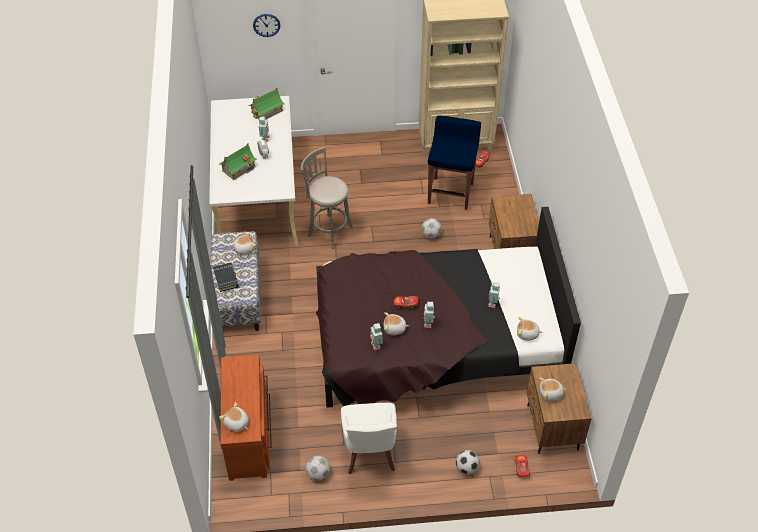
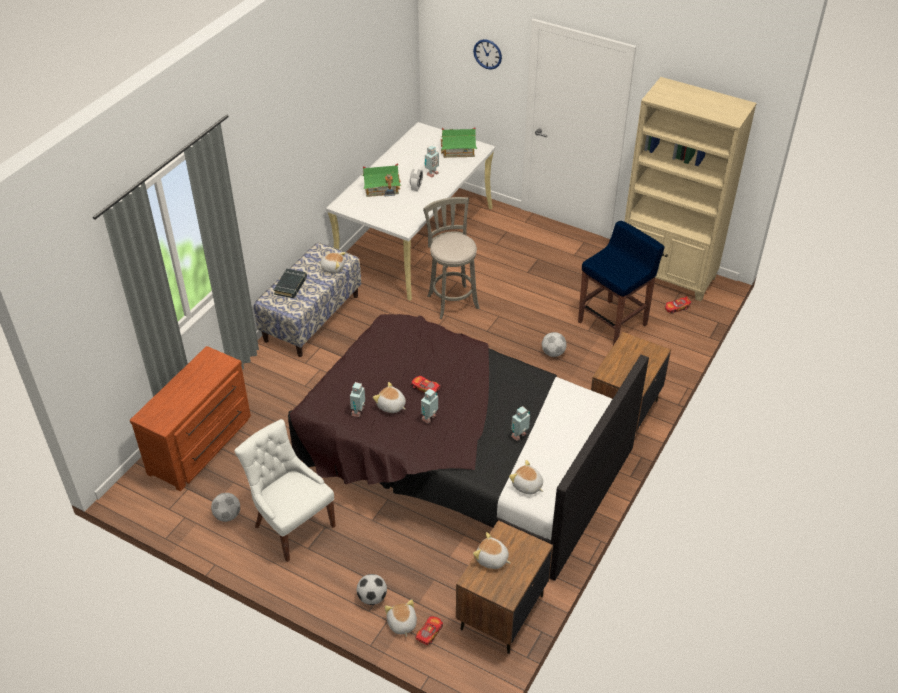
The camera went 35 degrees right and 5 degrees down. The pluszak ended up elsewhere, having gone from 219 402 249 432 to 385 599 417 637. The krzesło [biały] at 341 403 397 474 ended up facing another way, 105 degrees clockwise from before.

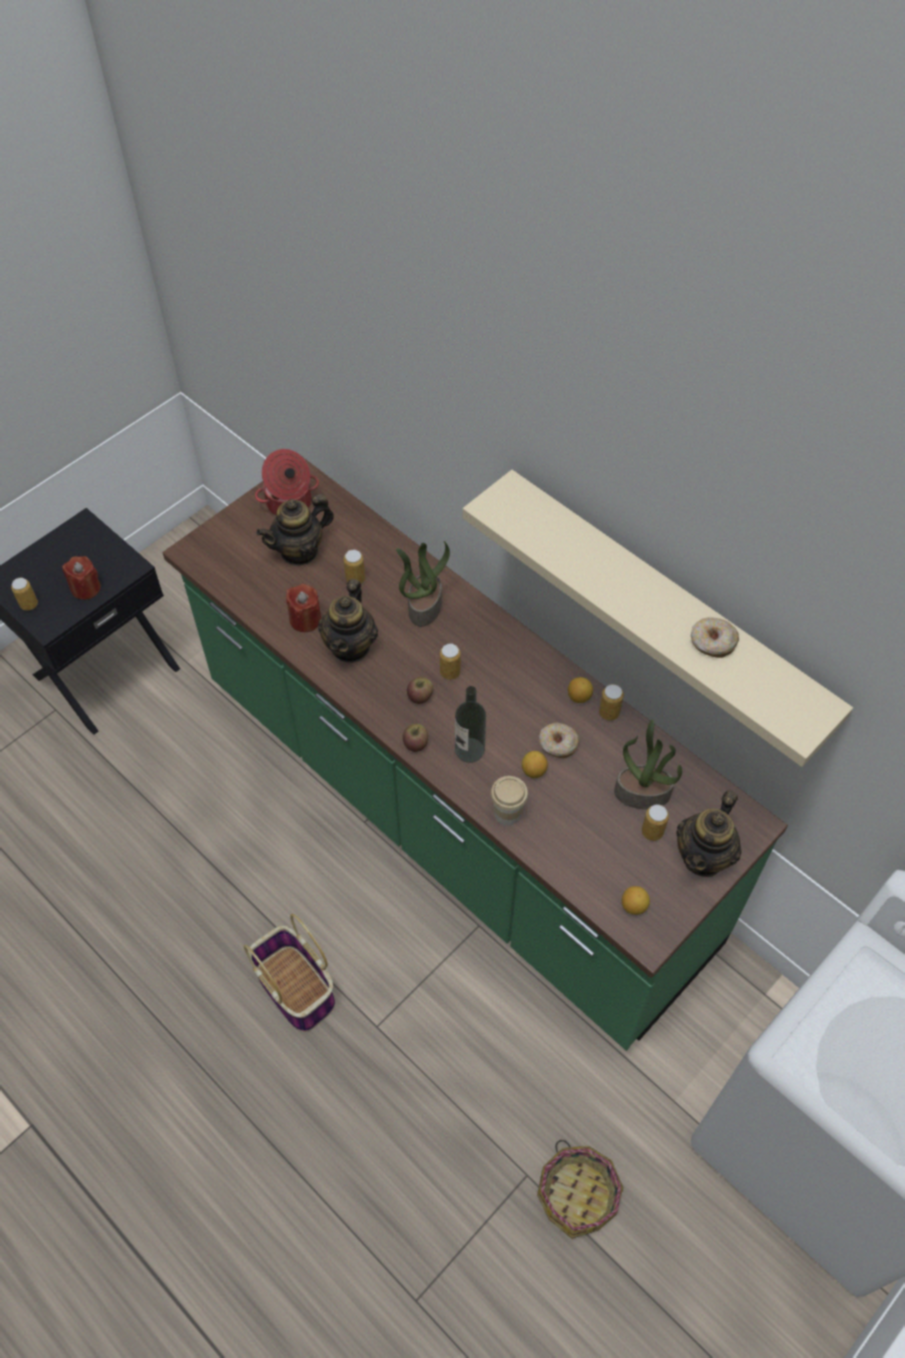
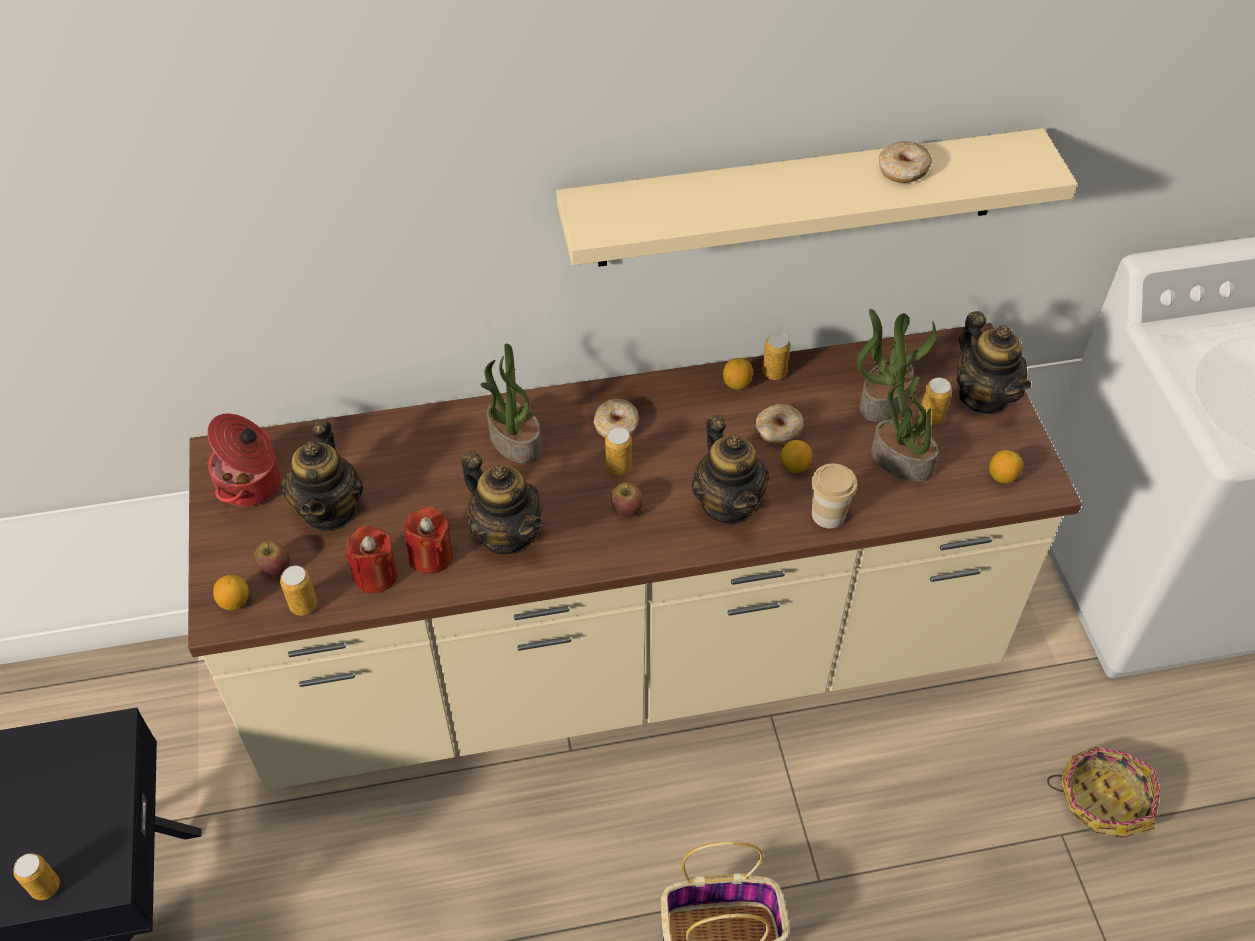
The camera went 55 degrees left and 5 degrees down. The second view gained the cytryna at 213 575 249 610. The second view gained the donut at 594 399 639 438. The second view gained the roślina doniczkowa at 871 363 939 482. The świeca [czerwony] ended up elsewhere, having gone from 62 556 101 600 to 346 526 398 593. The puszka ended up elsewhere, having gone from 344 550 365 584 to 280 566 317 616. The jabłko ended up elsewhere, having gone from 403 724 428 752 to 254 540 290 576. Where the butelka stood at 455 686 486 763, the imbryk came to stand at 692 415 770 525. What was the zabudowa kuchenna [zielony] at 163 458 788 1051 turned into the zabudowa kuchenna [beżowy] at 188 323 1082 790.

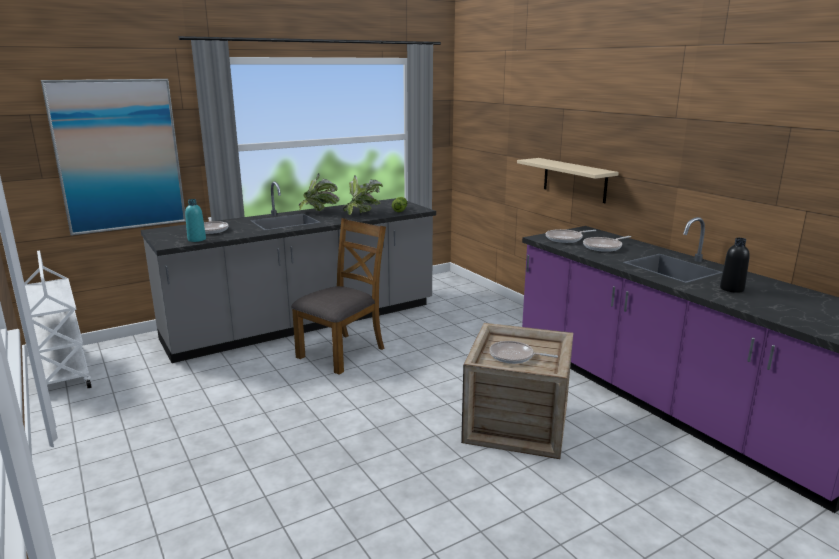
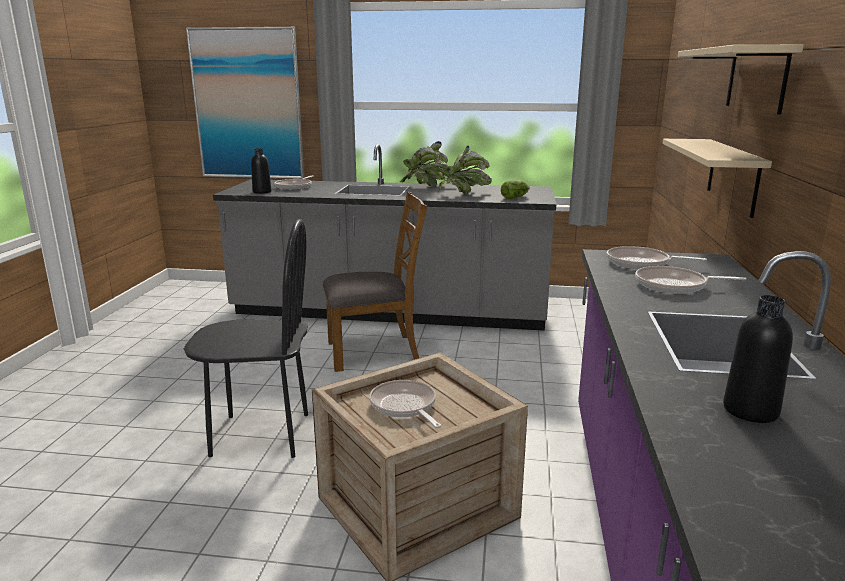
The camera went 40 degrees right and 0 degrees up. The second view lost the wózek [biały] at 24 250 92 388. The second view gained the krzesło [czarny] at 184 219 308 458. The second view gained the półka [beżowy] at 678 44 804 115. What was the butelka [turkusowy] at 185 199 206 242 turned into the butelka [czarny] at 251 148 271 194.

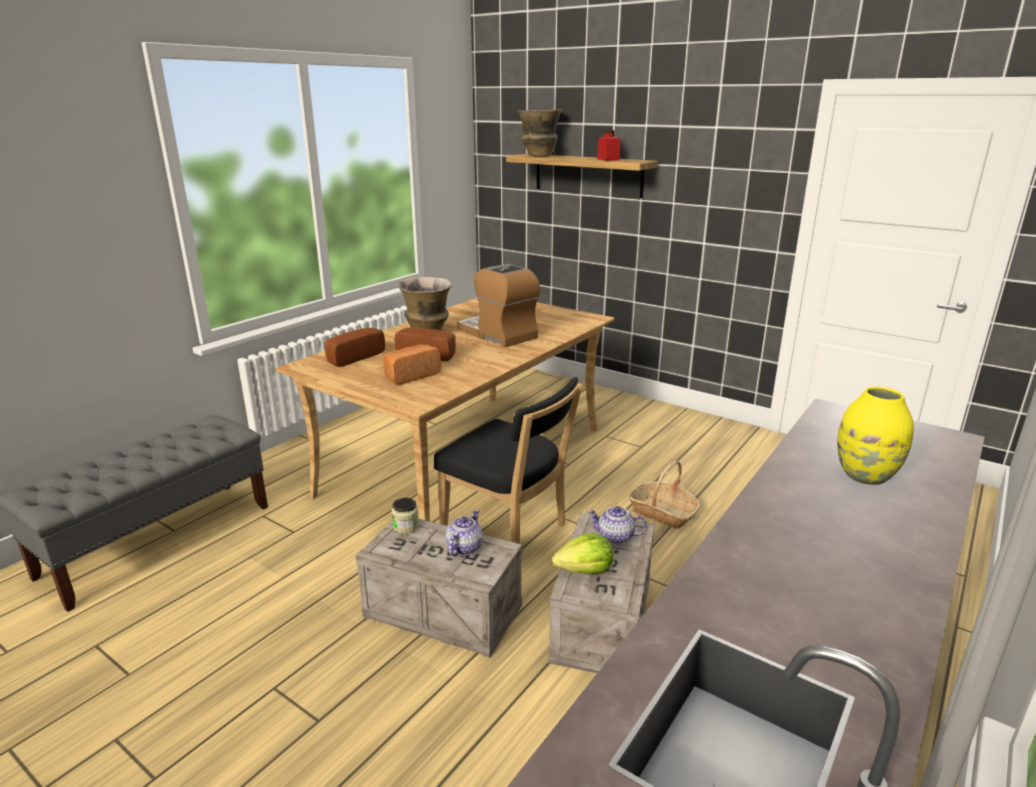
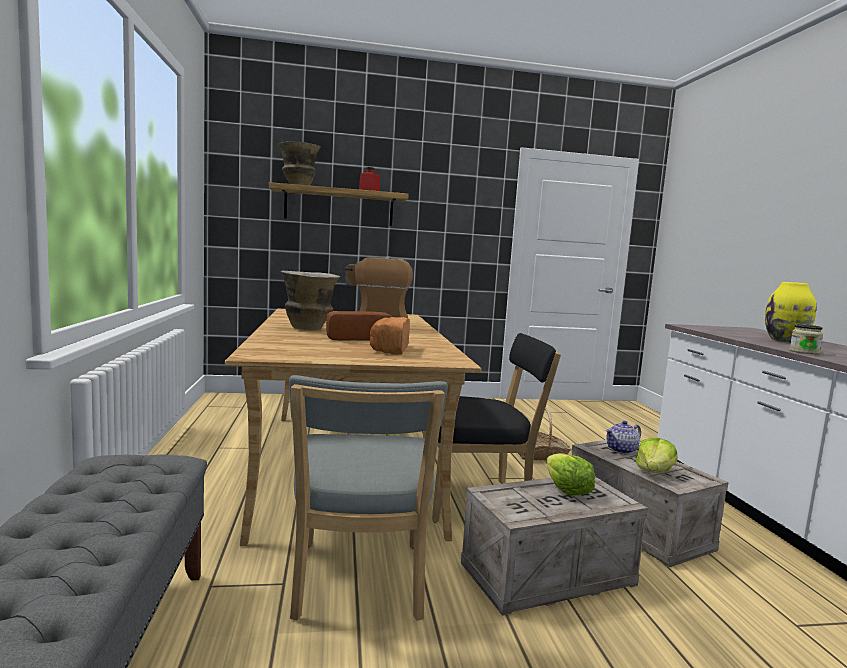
The camera went 45 degrees left and 15 degrees down. The second view lost the chleb at 324 328 385 367. The second view gained the krzesło [szary] at 289 375 448 621. The słoik ended up elsewhere, having gone from 392 498 419 534 to 789 324 823 354. Where the imbryk stood at 446 509 483 556, the sałata came to stand at 546 453 595 495.

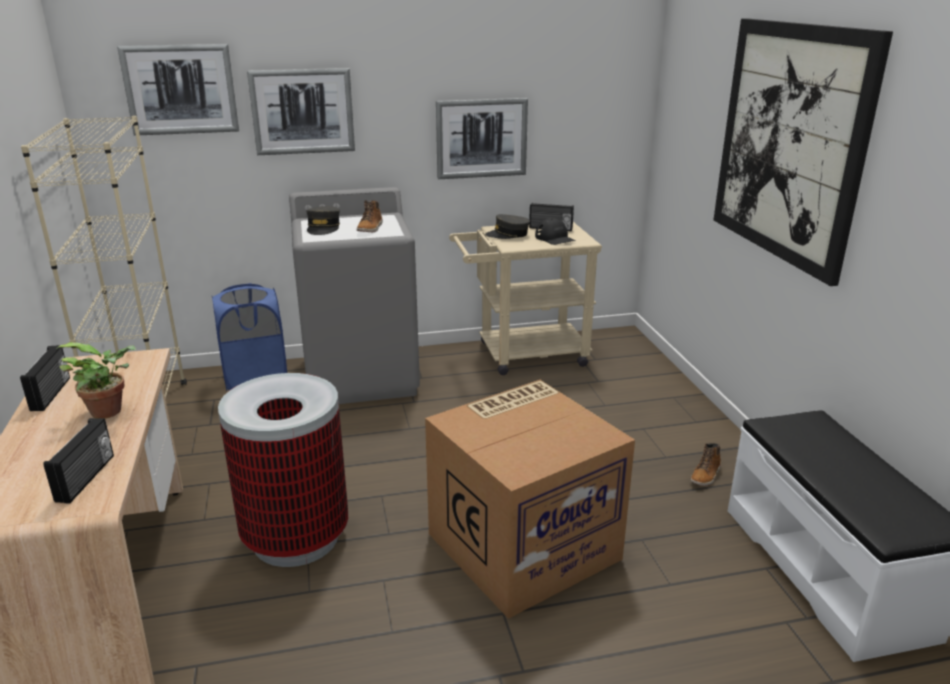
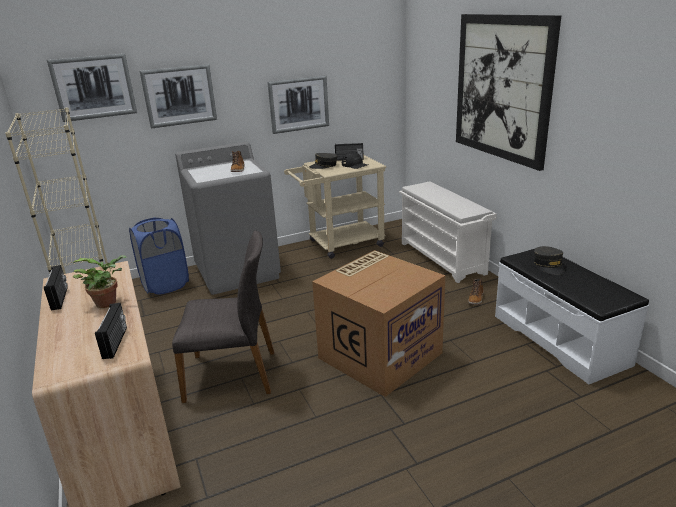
The camera went 10 degrees left and 0 degrees up. The second view gained the regał na buty [biały] at 399 182 497 283. The czapka z daszkiem [szary] ended up elsewhere, having gone from 307 206 340 235 to 534 246 565 275. Where the kosz na śmieci stood at 218 373 348 567, the krzesło [szary] came to stand at 172 230 274 403.

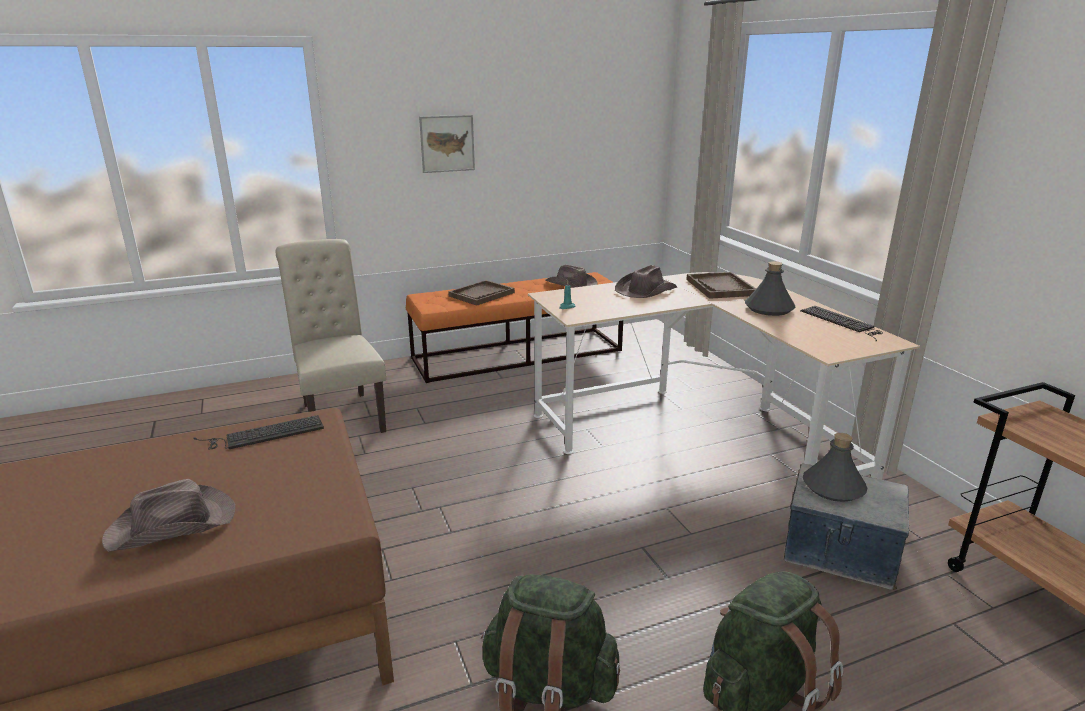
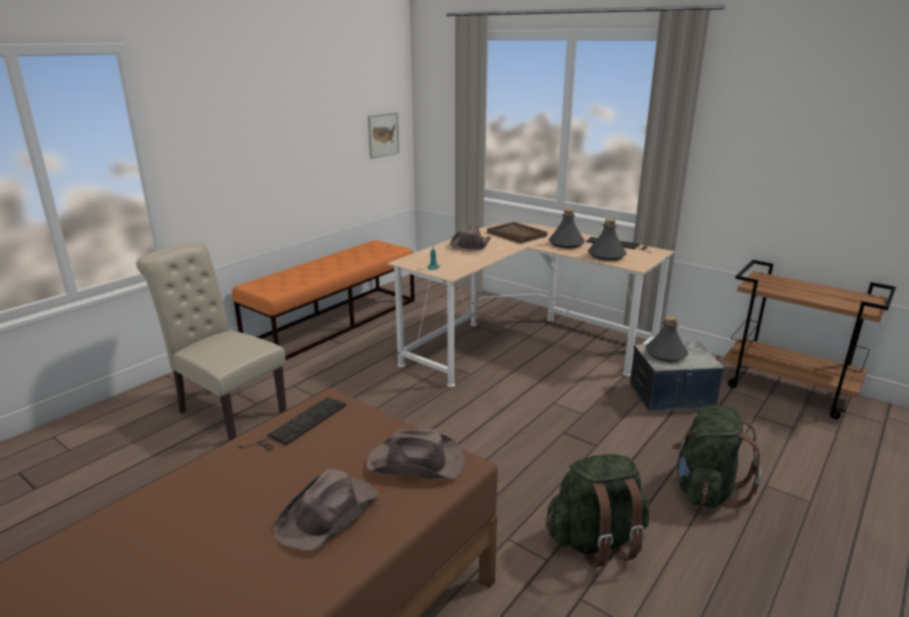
The camera went 30 degrees left and 0 degrees up. The second view lost the taca [brązowy] at 448 280 515 306. The second view gained the butelka [szary] at 588 219 627 261. The obraz ended up elsewhere, having gone from 419 115 475 173 to 368 112 399 159. The kapelusz [brązowy] ended up elsewhere, having gone from 545 265 598 288 to 366 429 466 479.

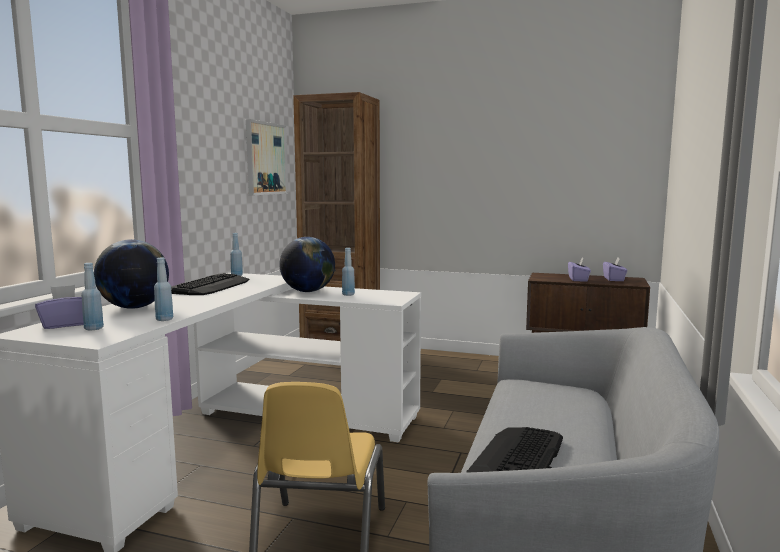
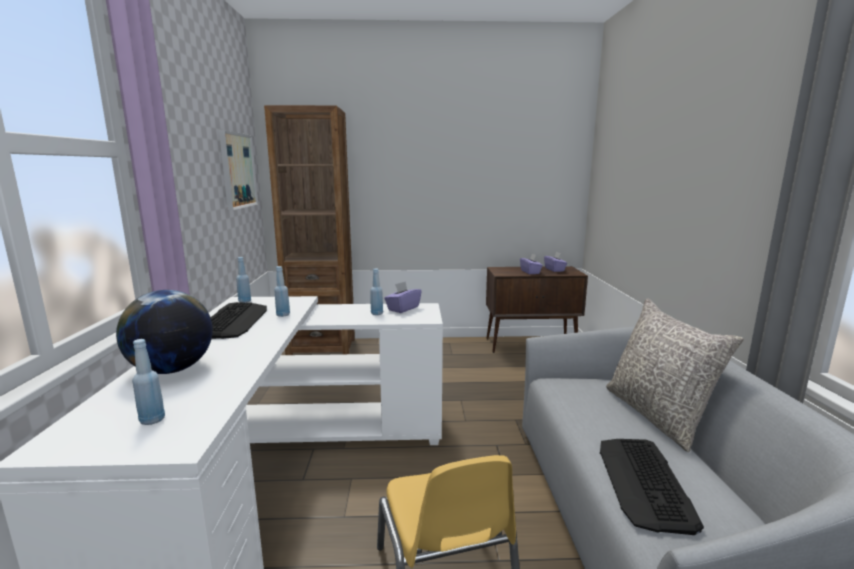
The camera went 20 degrees left and 5 degrees up. The second view lost the globus at 279 237 335 292. The second view gained the poduszka [szary] at 606 298 744 452. The pudełko chusteczek [fioletowy] ended up elsewhere, having gone from 35 285 84 329 to 384 281 422 313. The butelka [niebieski] ended up elsewhere, having gone from 154 258 173 321 to 274 266 290 317.

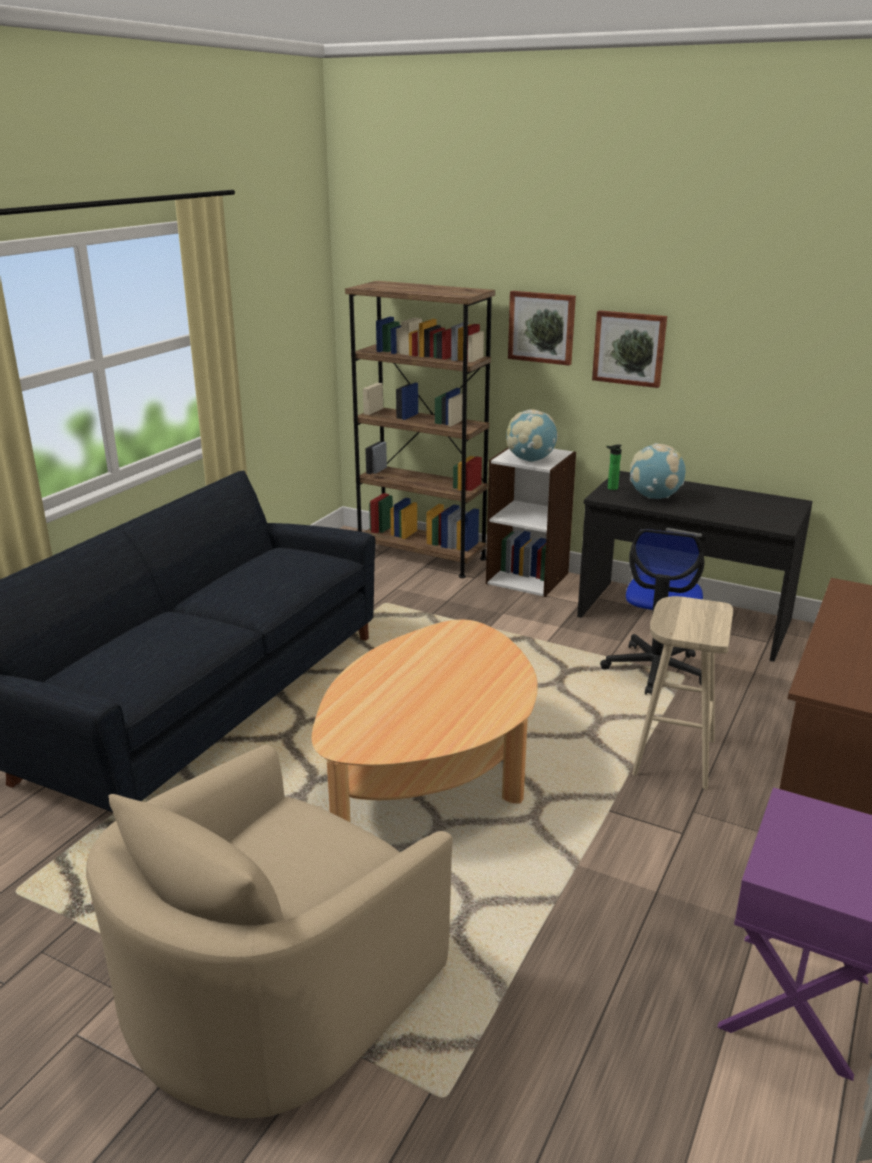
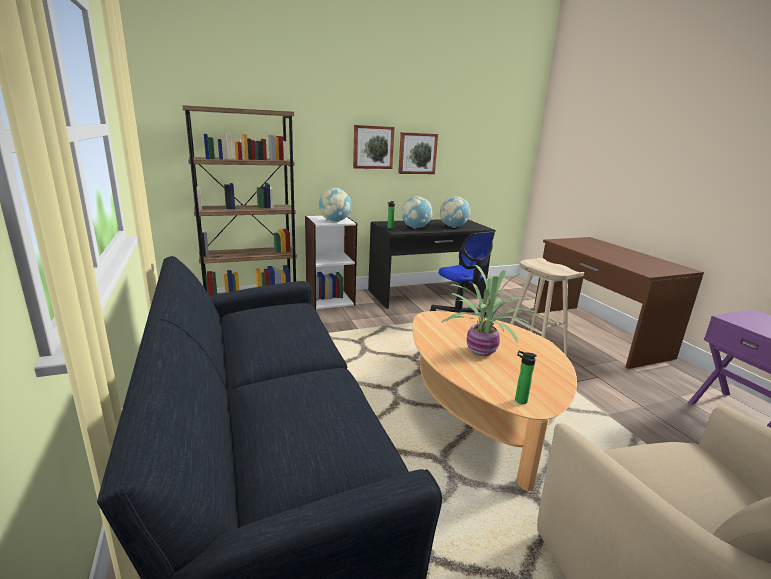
The camera went 50 degrees left and 5 degrees down. The second view gained the globus at 440 196 471 228. The second view gained the roślina doniczkowa at 441 264 533 356. The second view gained the butelka at 515 351 537 404. The obraz ended up elsewhere, having gone from 508 291 576 366 to 398 132 438 174.

